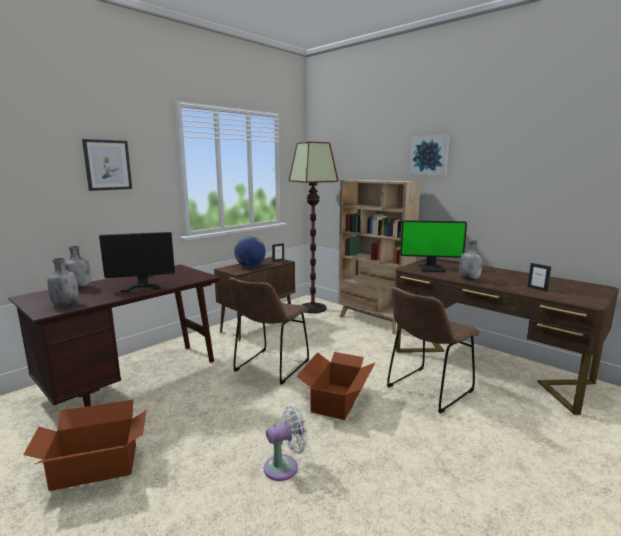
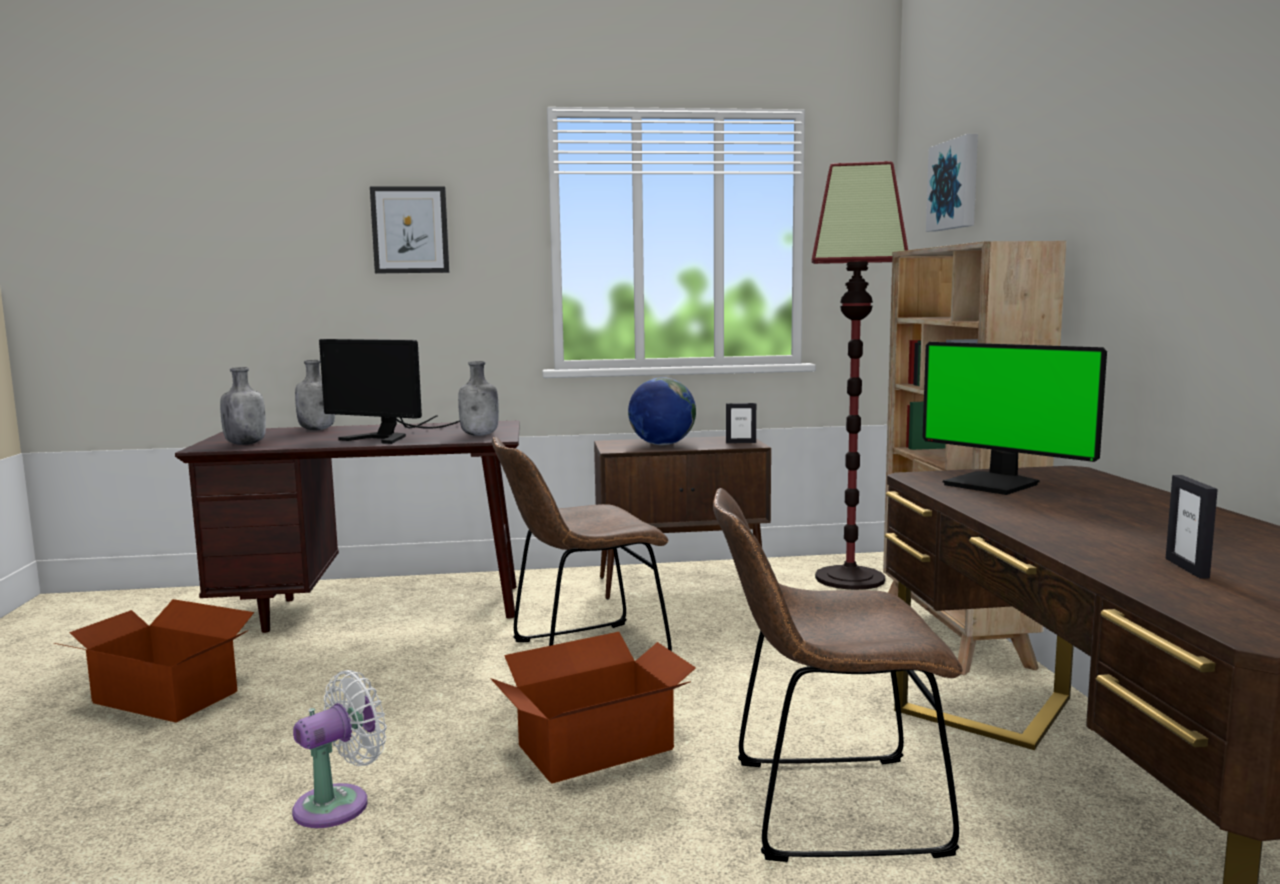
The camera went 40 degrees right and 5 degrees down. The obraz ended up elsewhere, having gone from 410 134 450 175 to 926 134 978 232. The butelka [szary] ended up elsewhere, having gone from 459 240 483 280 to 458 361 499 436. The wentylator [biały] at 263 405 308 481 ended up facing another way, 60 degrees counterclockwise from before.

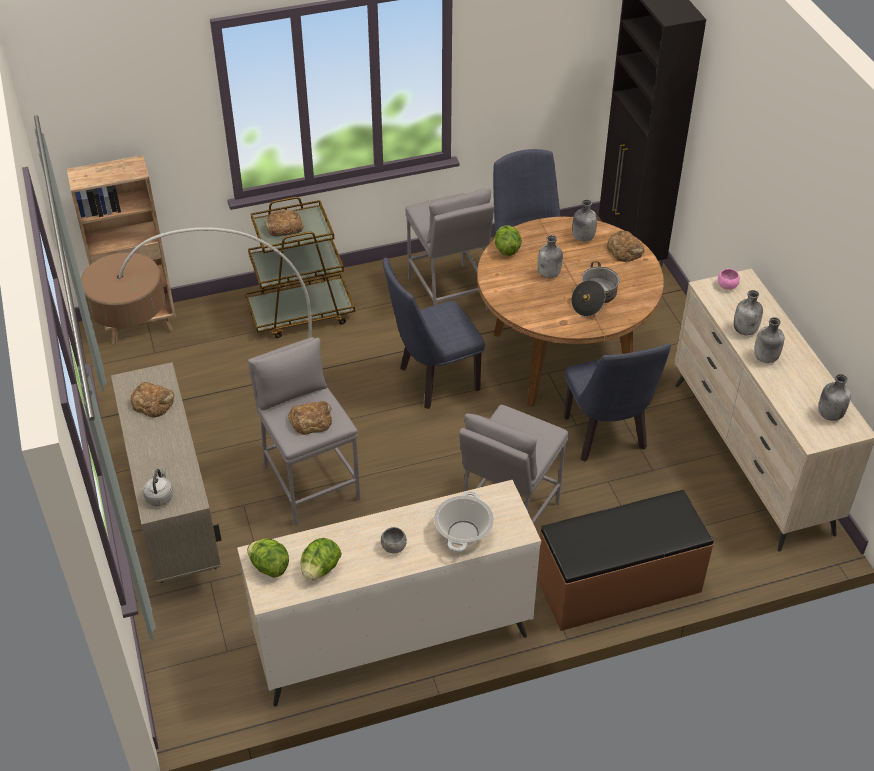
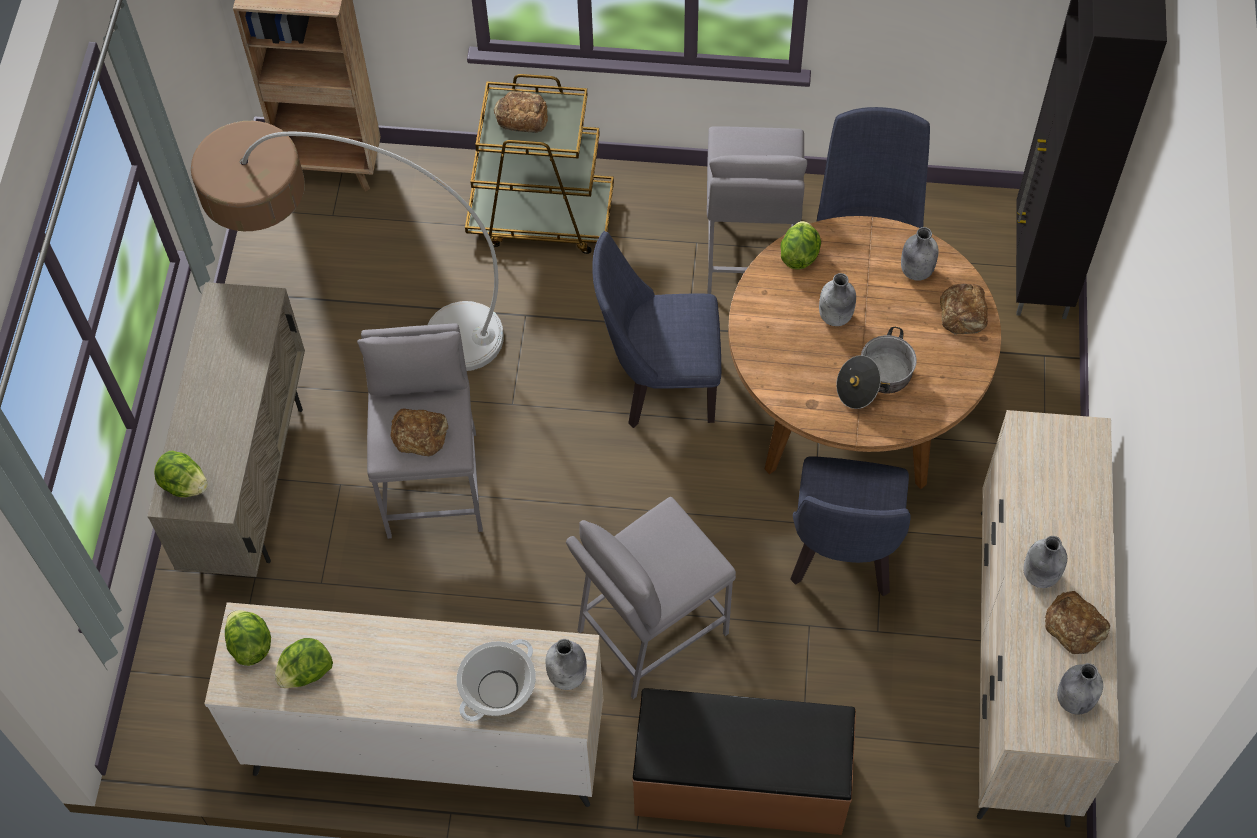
The camera went 25 degrees right and 15 degrees up. The second view lost the miska [szary] at 381 527 407 553. The second view lost the miska [różowy] at 718 269 740 290. The chleb ended up elsewhere, having gone from 131 382 174 417 to 1045 591 1110 654. The butelka [szary] ended up elsewhere, having gone from 734 290 763 335 to 545 639 587 690. Where the czajnik [szary] stood at 143 467 174 506, the sałata came to stand at 154 451 208 497.

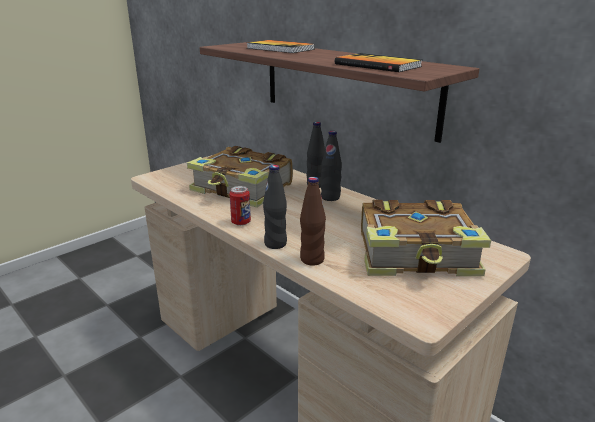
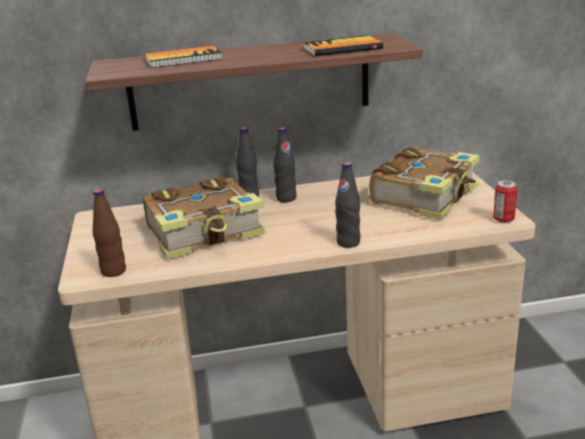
The camera went 55 degrees left and 0 degrees up. The puszka ended up elsewhere, having gone from 229 186 251 226 to 493 180 518 223. The butelka [brązowy] ended up elsewhere, having gone from 300 177 326 266 to 93 189 126 277.

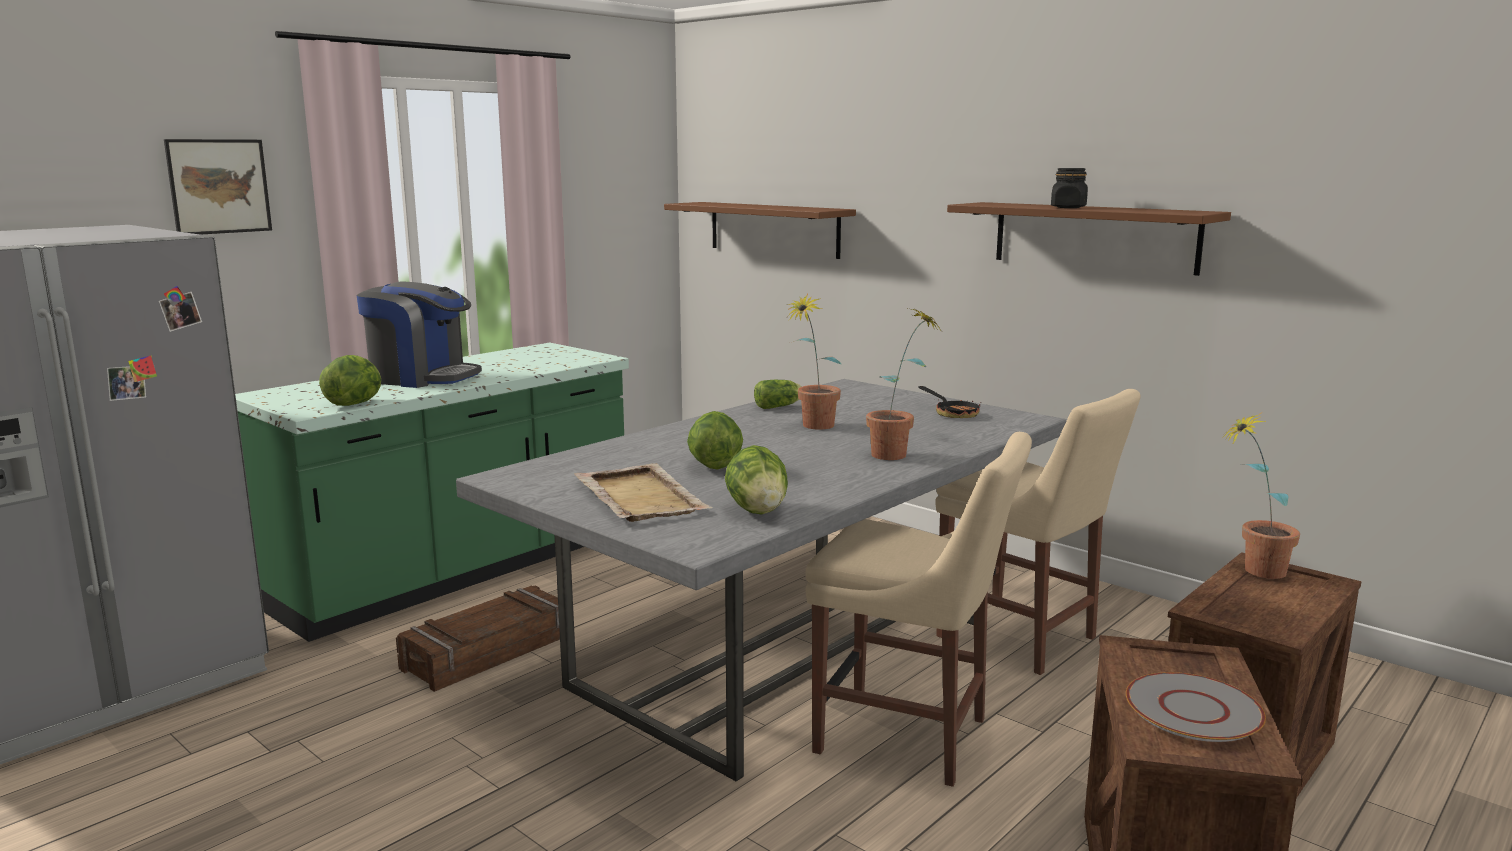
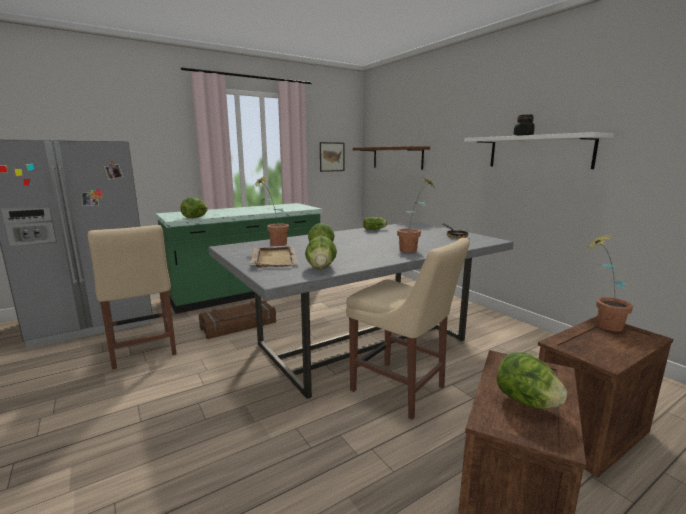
The camera went 15 degrees right and 0 degrees up. The second view lost the ekspres do kawy at 357 281 482 388. The obraz ended up elsewhere, having gone from 164 139 272 235 to 320 142 344 172. The roślina doniczkowa ended up elsewhere, having gone from 786 293 841 430 to 254 177 289 246. The krzesło [beżowy] ended up elsewhere, having gone from 935 389 1140 675 to 88 225 177 370. Where the talerz [szary] stood at 1126 672 1266 742, the sałata came to stand at 497 352 567 409. What was the półka [brązowy] at 947 202 1231 276 turned into the półka [biały] at 464 132 614 169.

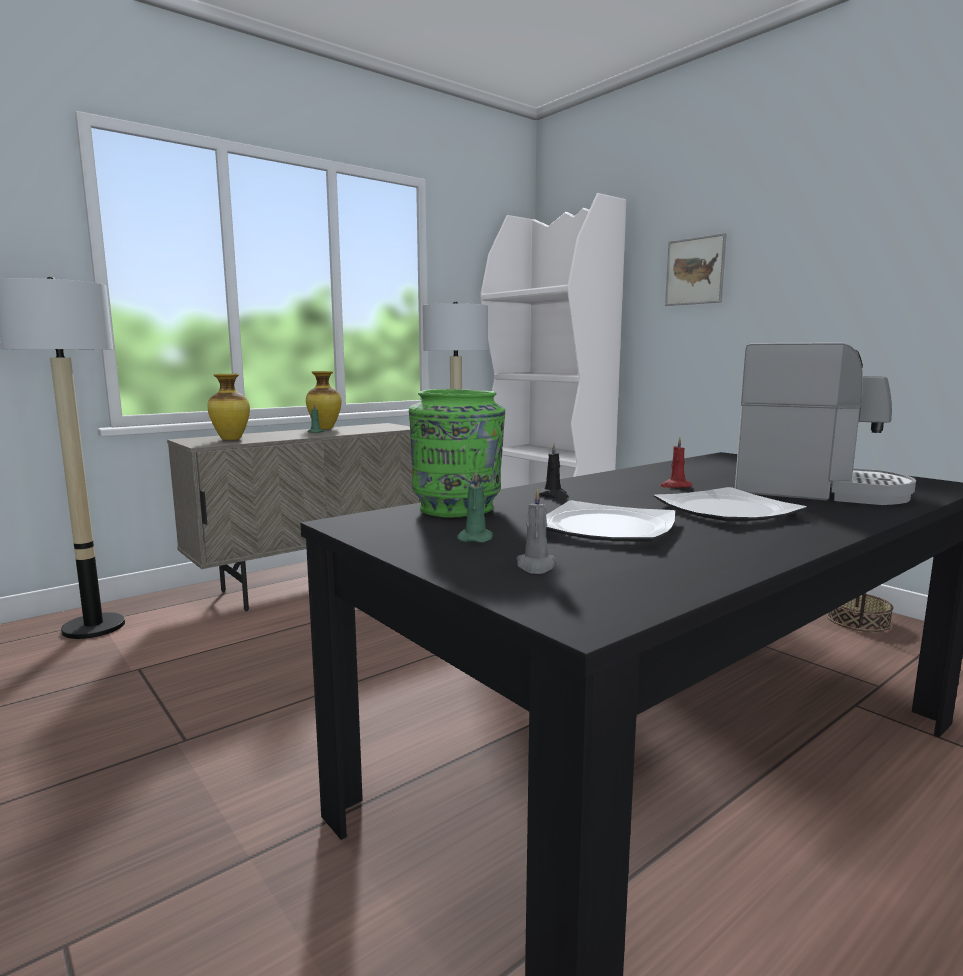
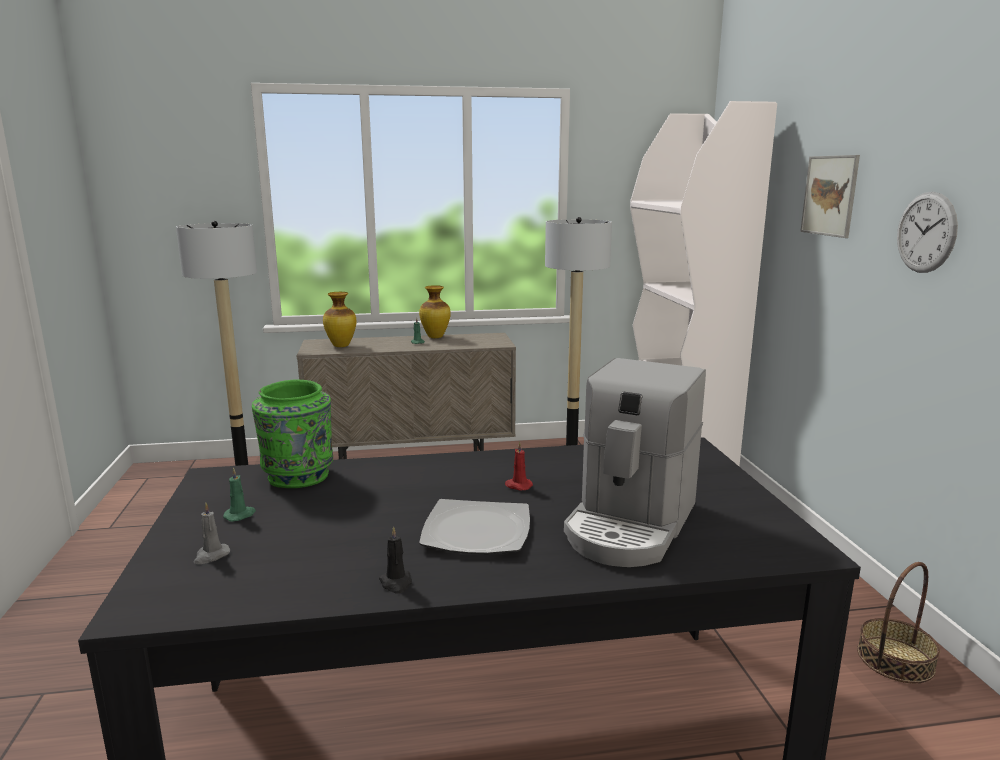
The camera went 30 degrees right and 5 degrees up. The second view lost the talerz at 546 500 675 541. The second view gained the zegar ścienny at 897 192 958 273. The świeca [czarny] ended up elsewhere, having gone from 539 443 569 498 to 379 526 412 594. The ekspres do kawy at 735 342 916 505 ended up facing another way, 60 degrees clockwise from before.

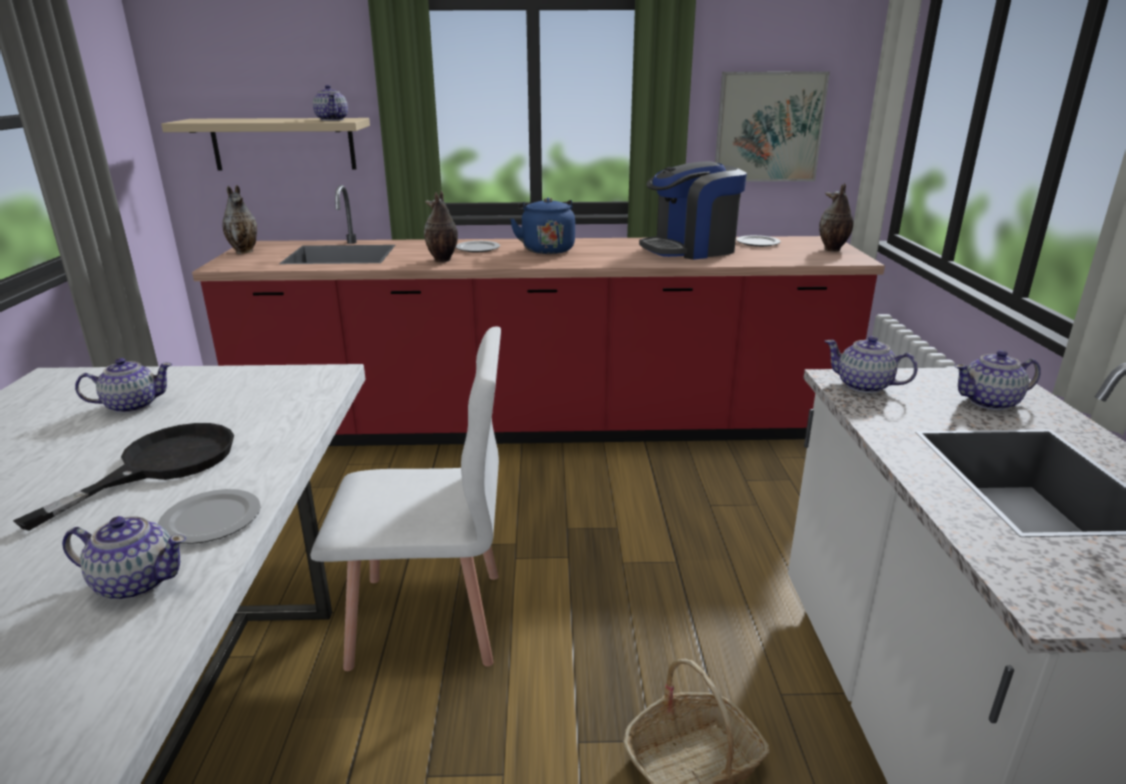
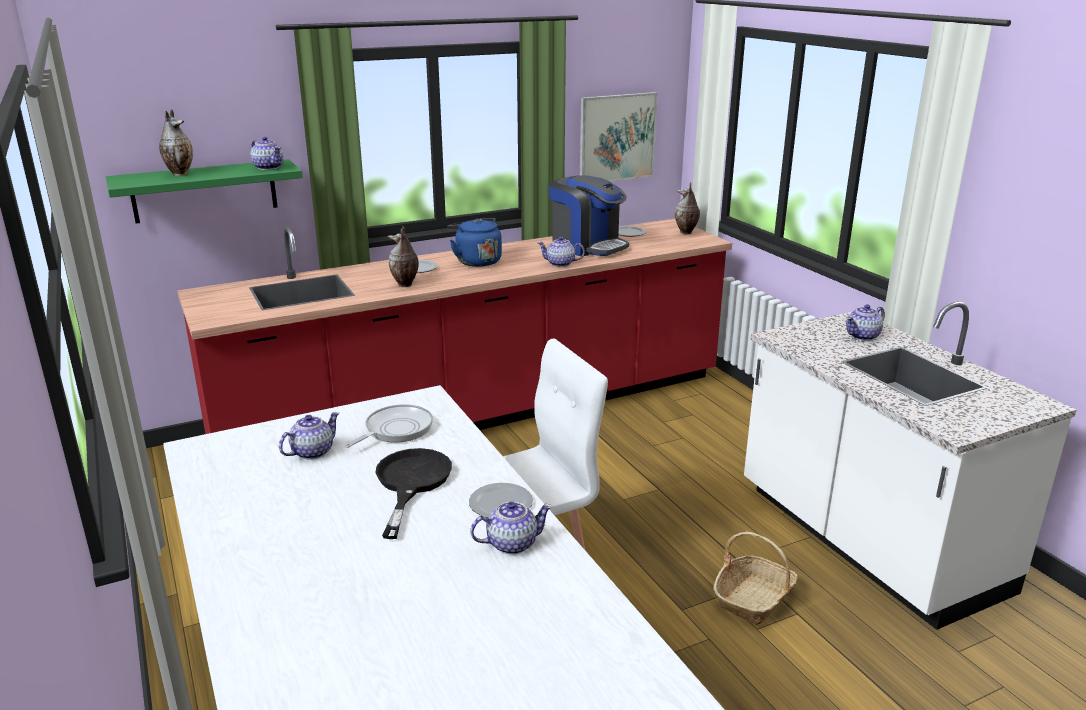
The camera went 25 degrees left and 0 degrees up. The second view gained the patelnia at 344 404 433 448. The wazon ended up elsewhere, having gone from 223 185 257 254 to 159 109 193 176. The imbryk ended up elsewhere, having gone from 825 336 918 393 to 538 237 585 267. What was the półka [beżowy] at 161 118 370 170 turned into the półka [zielony] at 106 159 303 223. The ekspres do kawy at 639 161 747 260 ended up facing another way, 90 degrees counterclockwise from before.

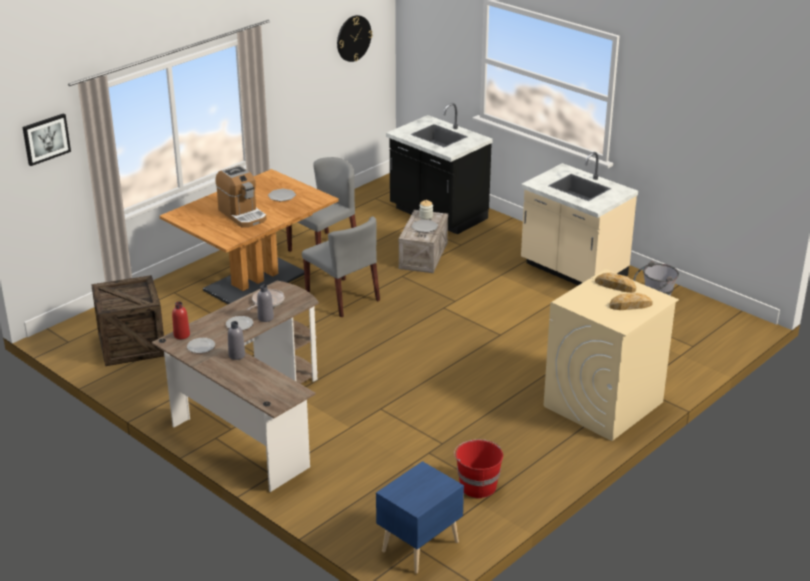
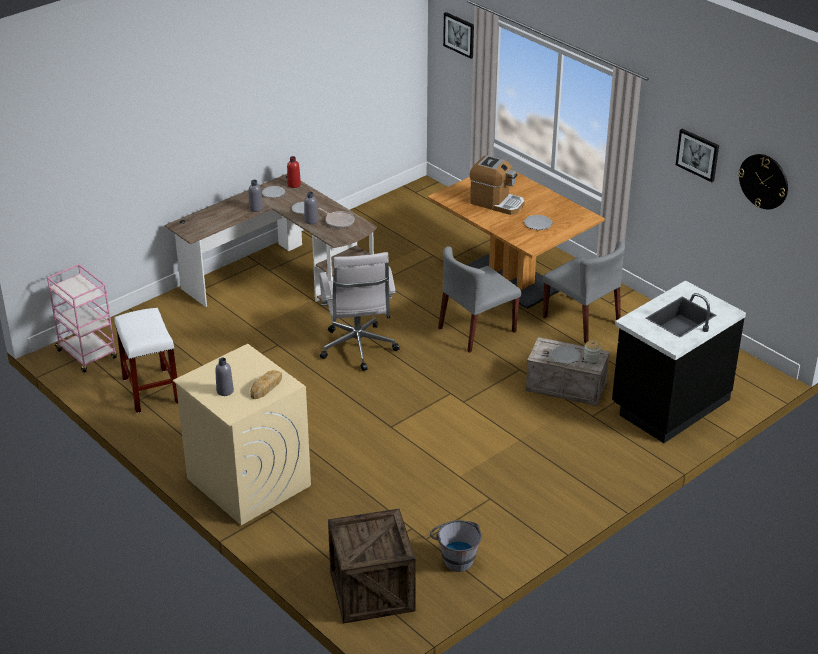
The camera went 95 degrees right and 5 degrees up. The second view lost the zabudowa kuchenna [beżowy] at 521 152 638 285. The second view gained the krzesło biurowe [biały] at 319 252 400 371. The second view gained the obraz at 676 129 719 182. The skrzynka ended up elsewhere, having gone from 91 275 164 366 to 328 509 416 623. Where the szafka nocna [niebieski] stood at 376 461 464 573, the wózek [różowy] came to stand at 47 264 117 373. Where the wiadro [czerwony] stood at 454 439 503 498, the stołek [biały] came to stand at 114 308 178 413. Where the chleb stood at 609 293 653 310, the butelka [szary] came to stand at 215 358 234 396. The ekspres do kawy at 215 165 267 227 ended up facing another way, 120 degrees counterclockwise from before.

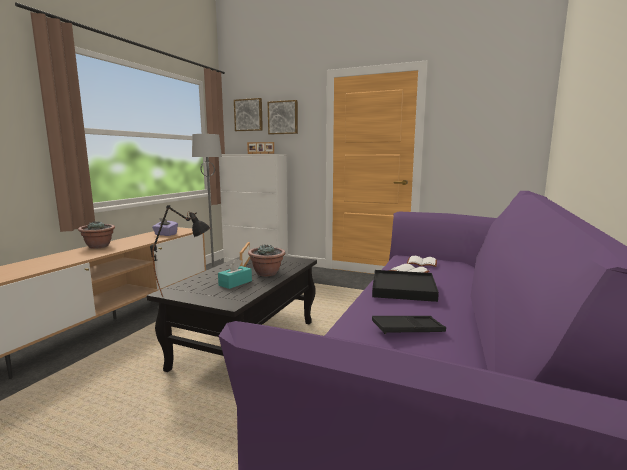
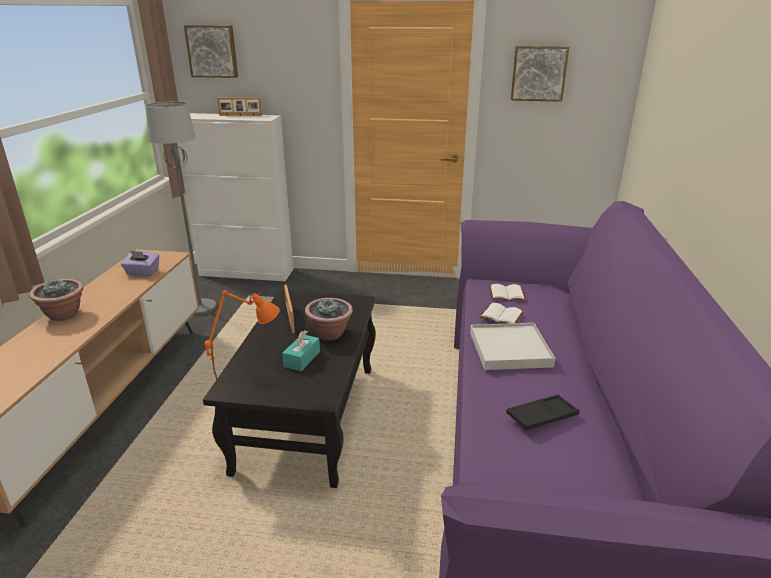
The camera went 15 degrees left and 15 degrees up. The obraz ended up elsewhere, having gone from 268 100 298 134 to 511 46 570 102. What was the lampa stołowa [czarny] at 150 205 211 297 turned into the lampa stołowa [pomarańczowy] at 205 290 280 400. What was the taca [czarny] at 372 270 439 302 turned into the taca [biały] at 470 323 555 370.

